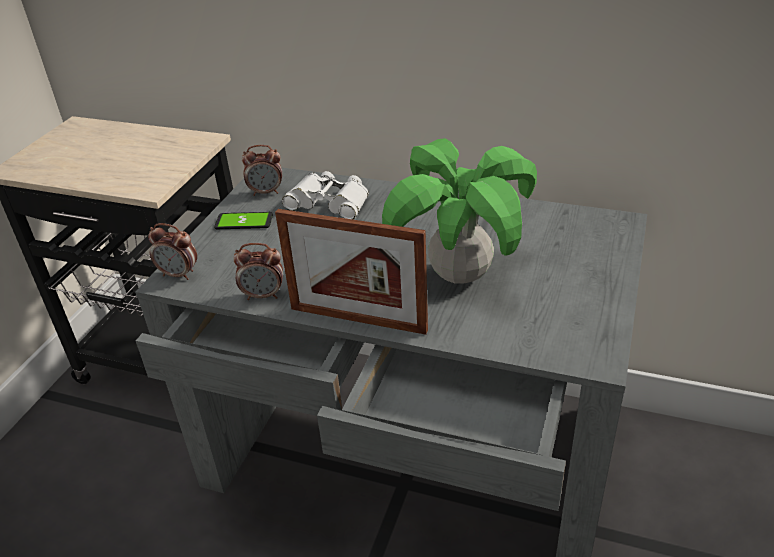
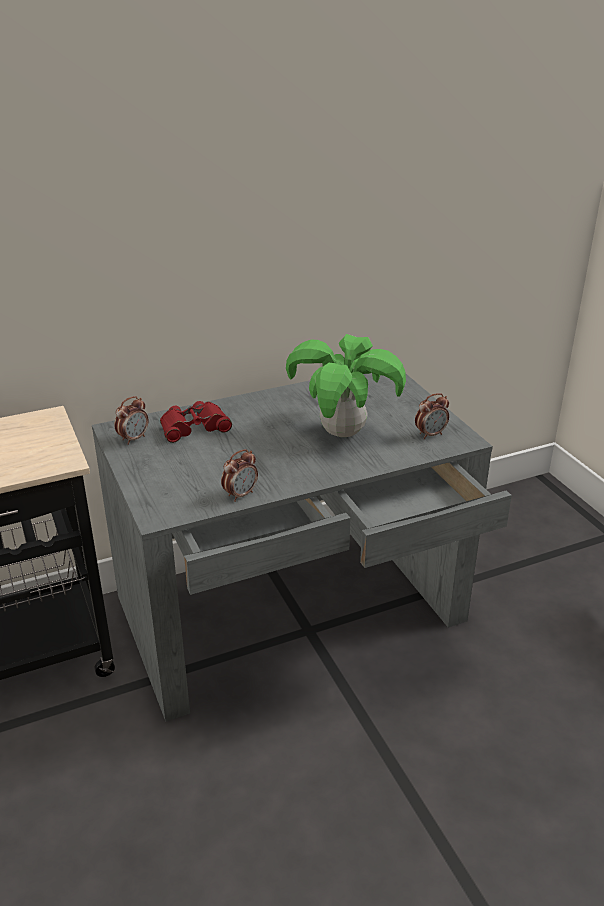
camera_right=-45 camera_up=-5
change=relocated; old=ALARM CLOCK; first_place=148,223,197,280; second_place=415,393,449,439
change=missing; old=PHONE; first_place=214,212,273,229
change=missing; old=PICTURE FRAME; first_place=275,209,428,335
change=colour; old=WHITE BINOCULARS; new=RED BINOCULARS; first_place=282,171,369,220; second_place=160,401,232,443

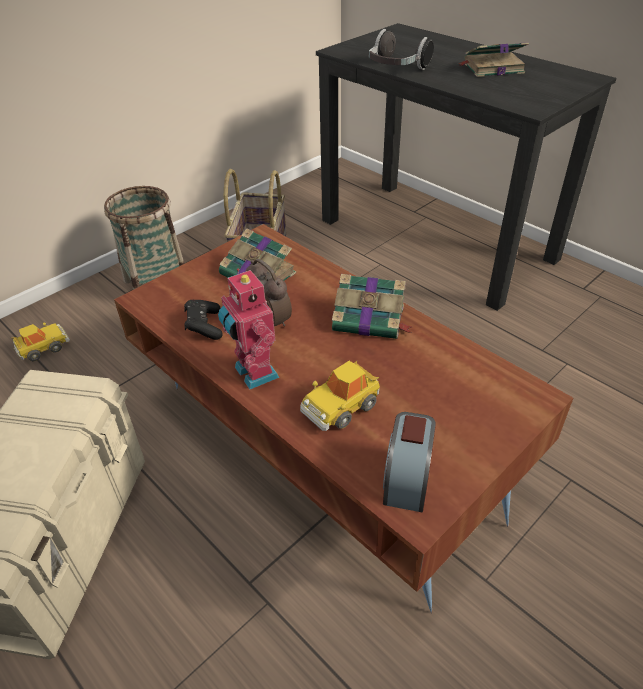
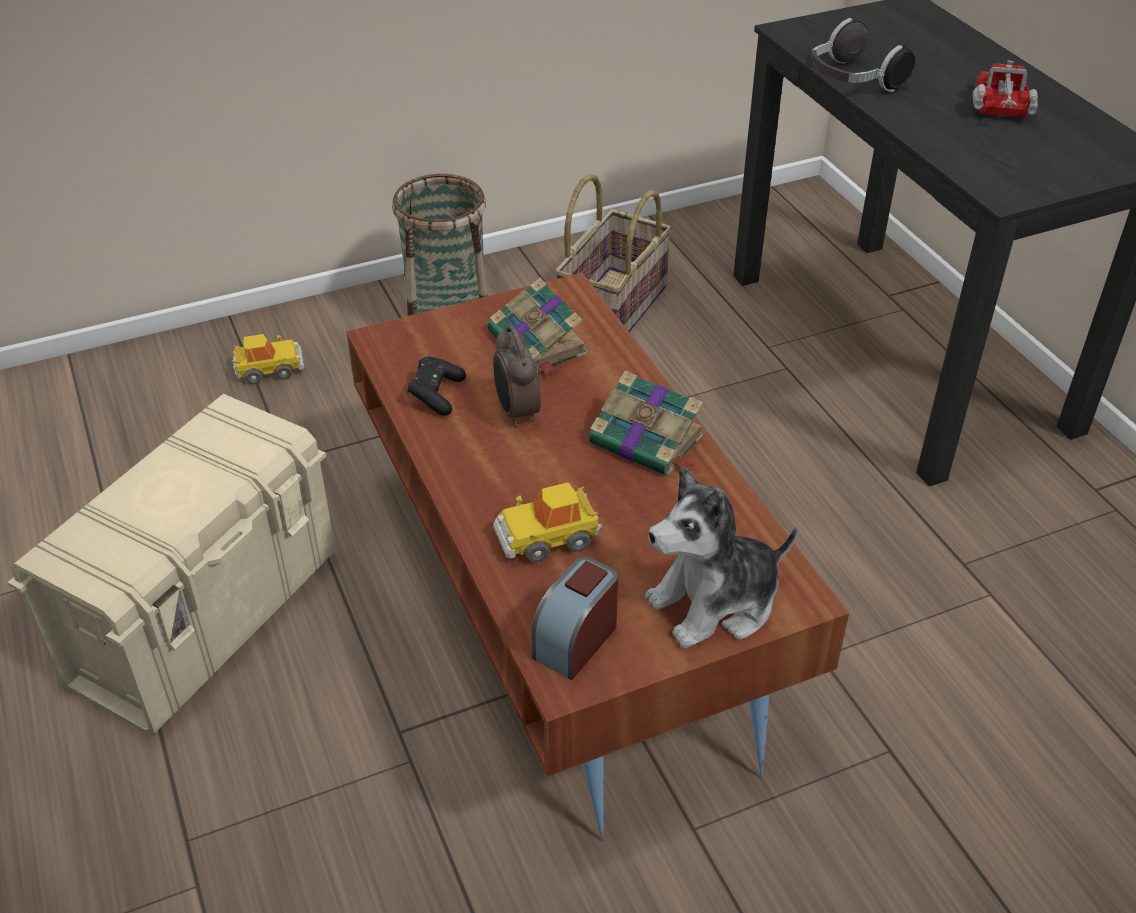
camera_right=20 camera_up=0
change=missing; old=TOY ROBOT; first_place=218,269,279,389
change=exchanged; old=BOOK; new=TOY TRUCK; first_place=457,42,529,77; second_place=973,60,1038,118
change=appeared; new=PLUSH TOY; second_place=645,466,798,649

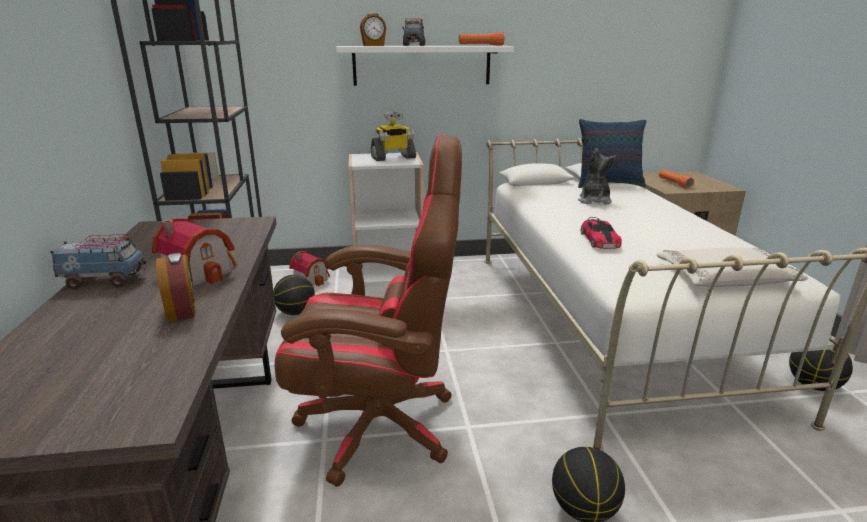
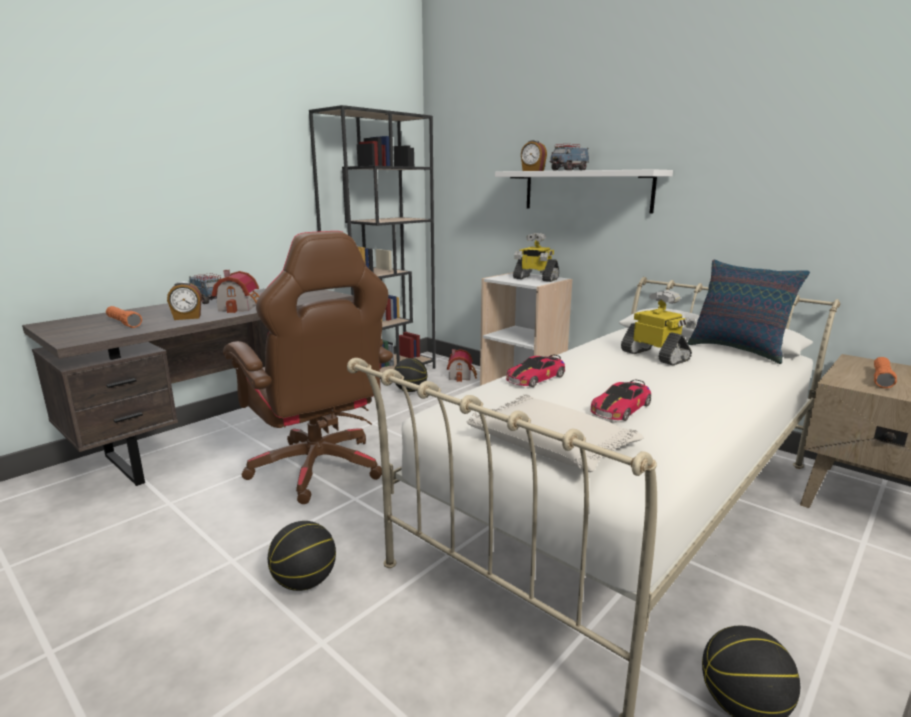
camera_right=50 camera_up=-5
change=spun; old=ALARM CLOCK; first_place=156,253,195,322; second_place=167,281,202,320; degrees=45
change=relocated; old=ORANGE FLASHLIGHT; first_place=459,32,505,46; second_place=106,306,142,328
change=exchanged; old=PLUSH TOY; new=TOY ROBOT; first_place=578,148,616,205; second_place=621,290,696,365
change=appeared; new=TOY CAR; second_place=591,380,651,421

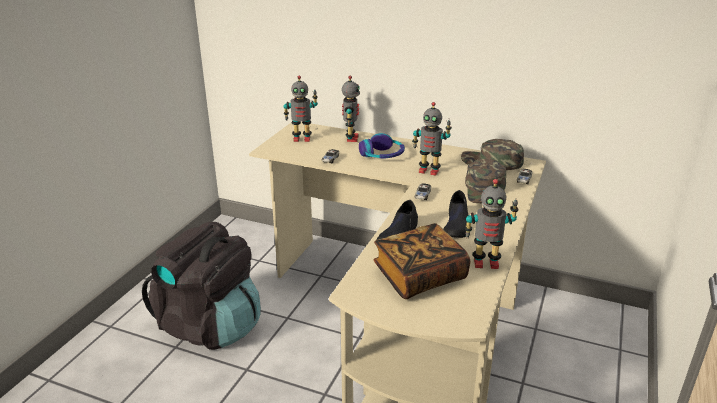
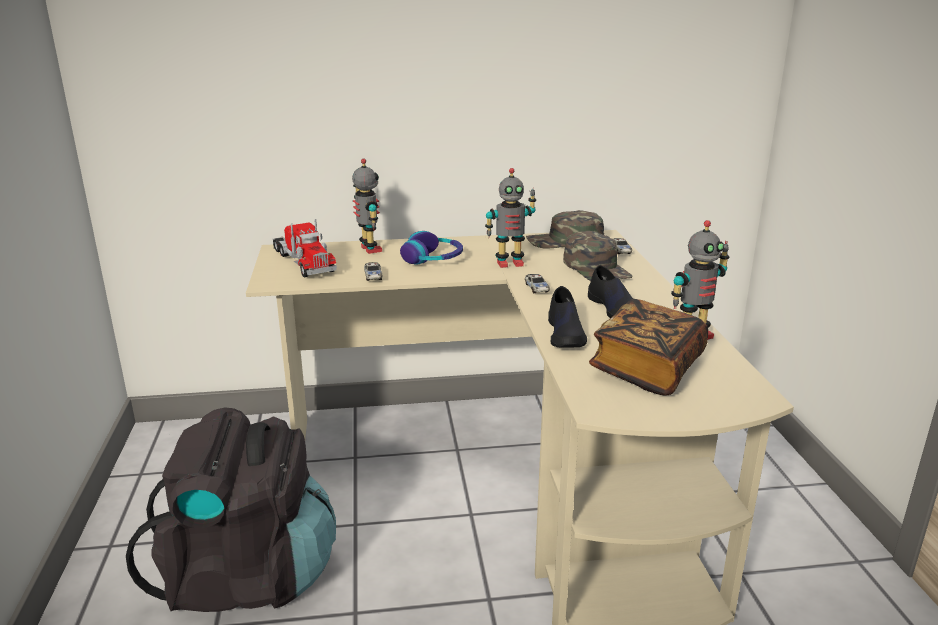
camera_right=-30 camera_up=-5
change=exchanged; old=TOY ROBOT; new=TOY TRUCK; first_place=284,75,318,142; second_place=273,219,337,277

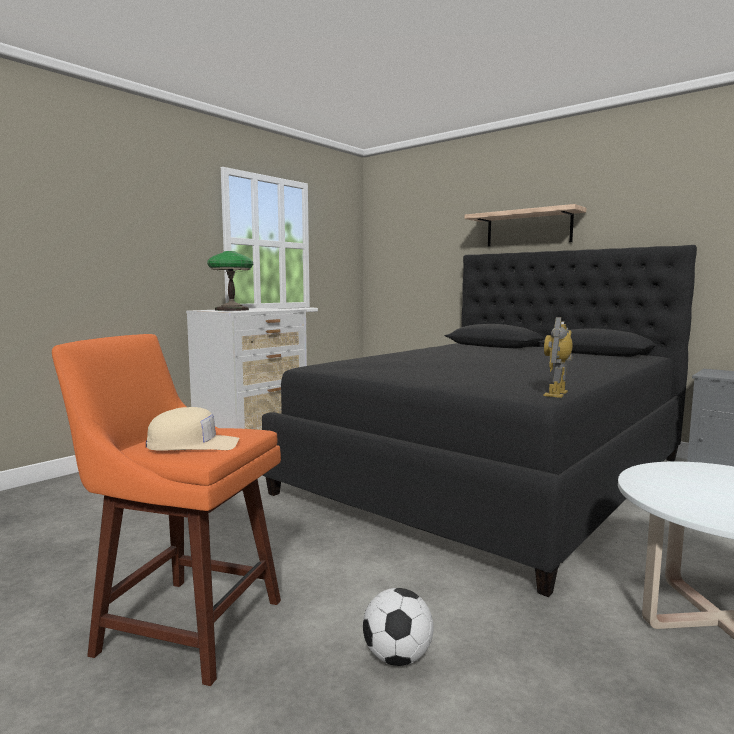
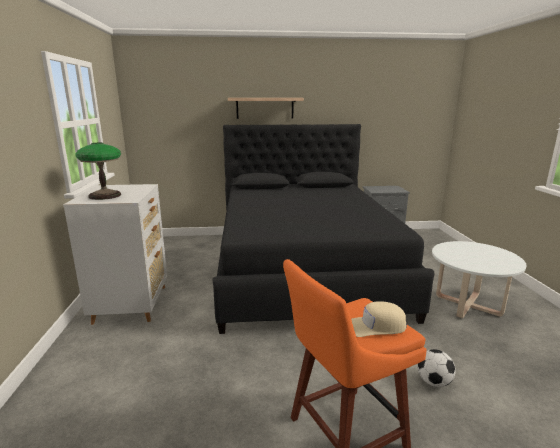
camera_right=-45 camera_up=10
change=spun; old=BEIGE CAP; first_place=146,407,240,450; second_place=351,301,407,337; degrees=-135
change=missing; old=TOY ROBOT; first_place=544,317,573,398

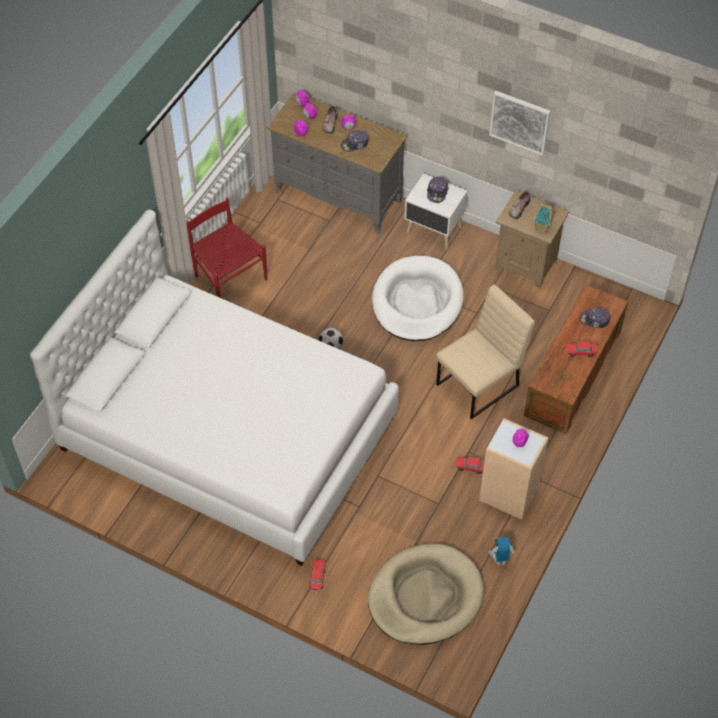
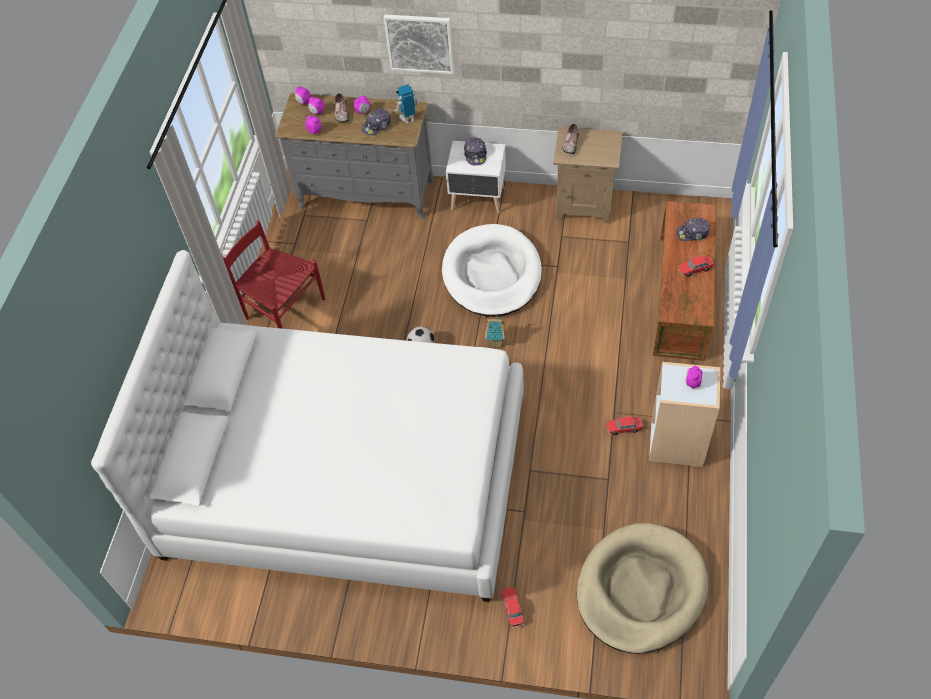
camera_right=-15 camera_up=0
change=missing; old=BEIGE CHAIR; first_place=436,285,535,419
change=relocated; old=PICTURE; first_place=489,91,551,156; second_place=384,15,454,74
change=relocated; old=TOY ROBOT; first_place=489,537,515,565; second_place=394,84,419,123
change=relocated; old=TOY HOUSE; first_place=534,203,556,234; second_place=485,315,505,347

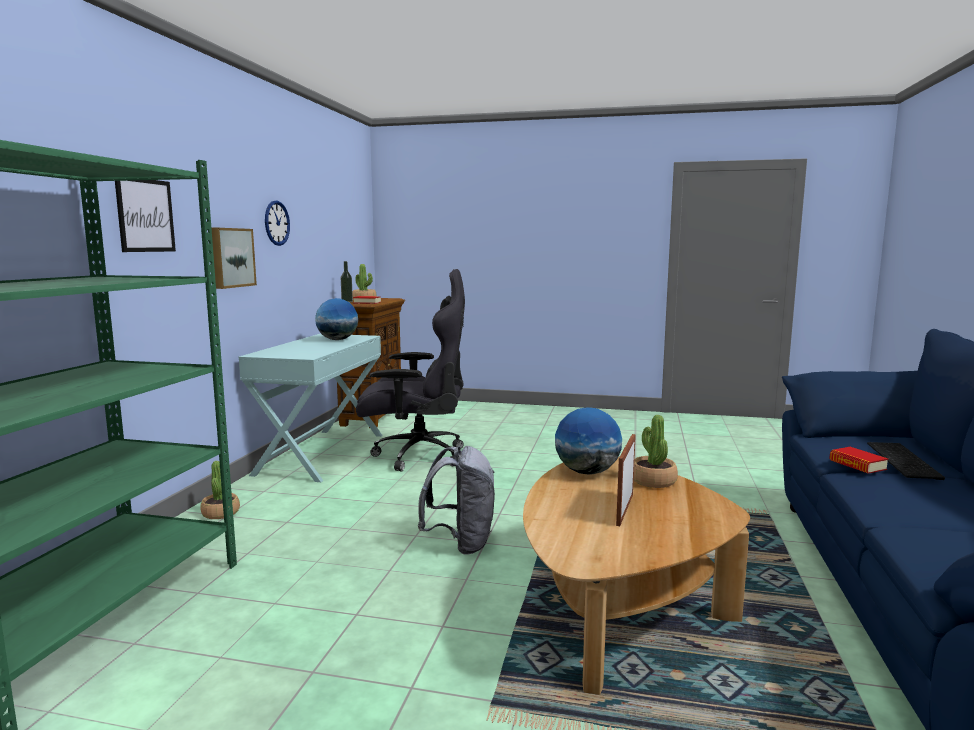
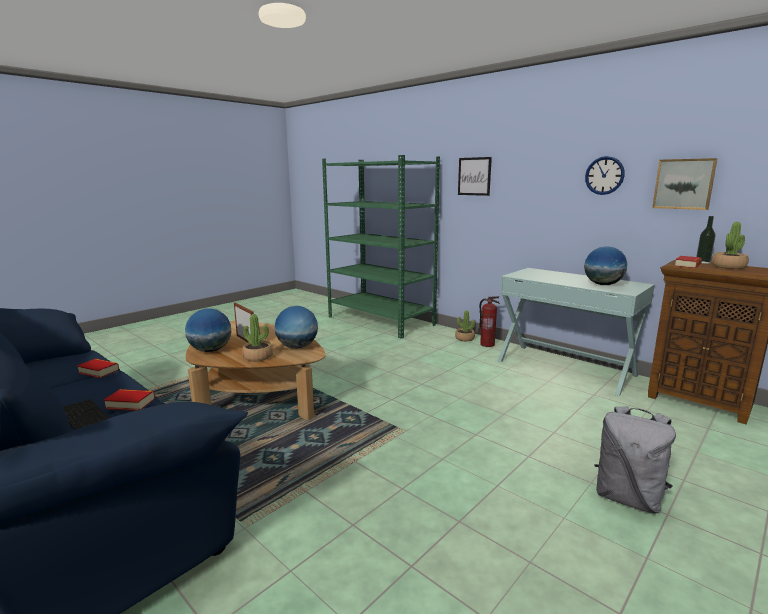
camera_right=120 camera_up=5
change=relocated; old=PICTURE; first_place=211,228,257,289; second_place=652,158,718,210
change=missing; old=BLACK OFFICE CHAIR; first_place=356,269,465,471
change=relocated; old=GREY BACKPACK; first_place=418,446,495,554; second_place=595,406,676,514
change=appeared; new=BOOK; second_place=77,359,119,378
change=appeared; new=GLOBE; second_place=185,309,231,352
change=appeared; new=FIRE EXTINGUISHER; second_place=479,296,500,347

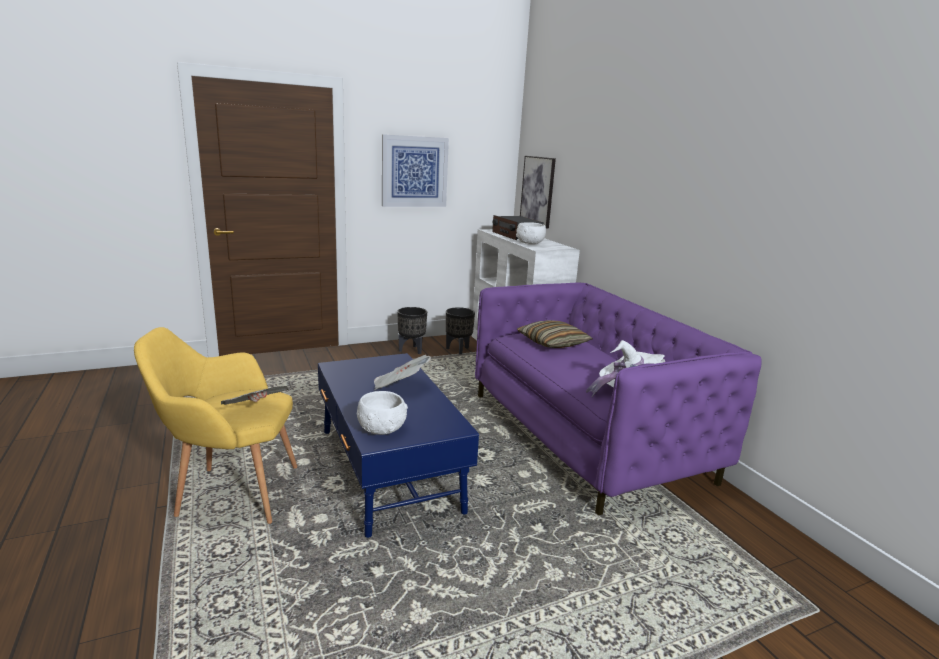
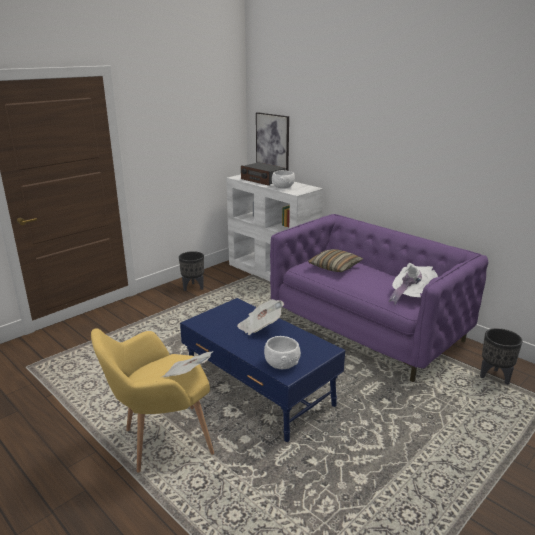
camera_right=-20 camera_up=5
change=missing; old=PICTURE; first_place=382,134,449,207
change=relocated; old=BLACK PLANTER; first_place=446,307,475,354; second_place=480,328,523,385

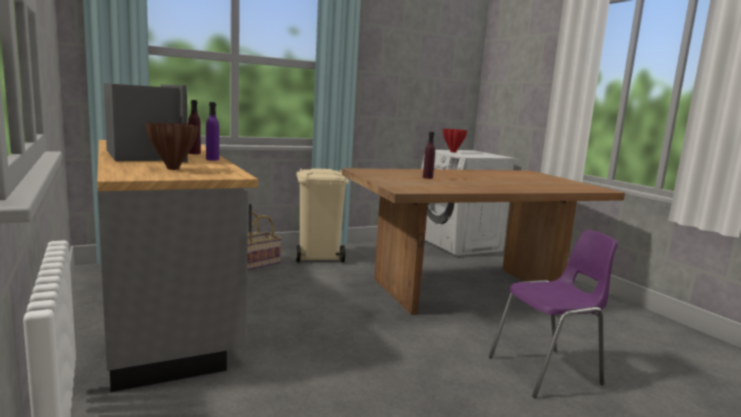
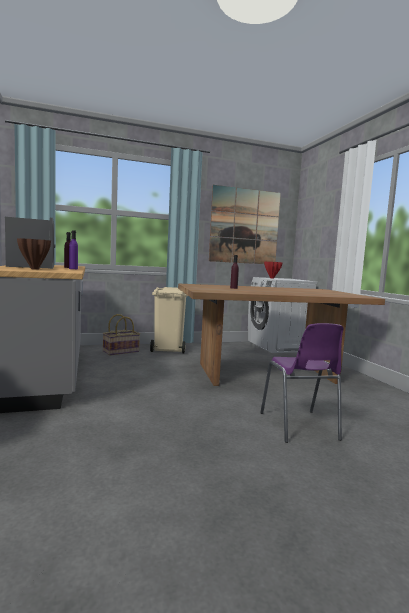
camera_right=10 camera_up=-5
change=spun; old=PURPLE CHAIR; first_place=489,230,618,398; second_place=260,323,344,443; degrees=90
change=appeared; new=PICTURE; second_place=209,185,281,264

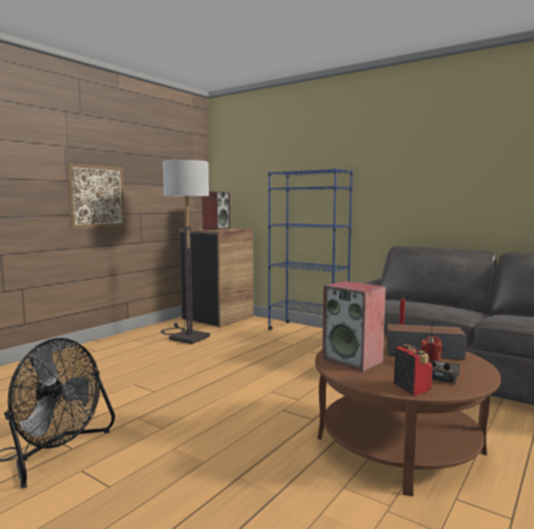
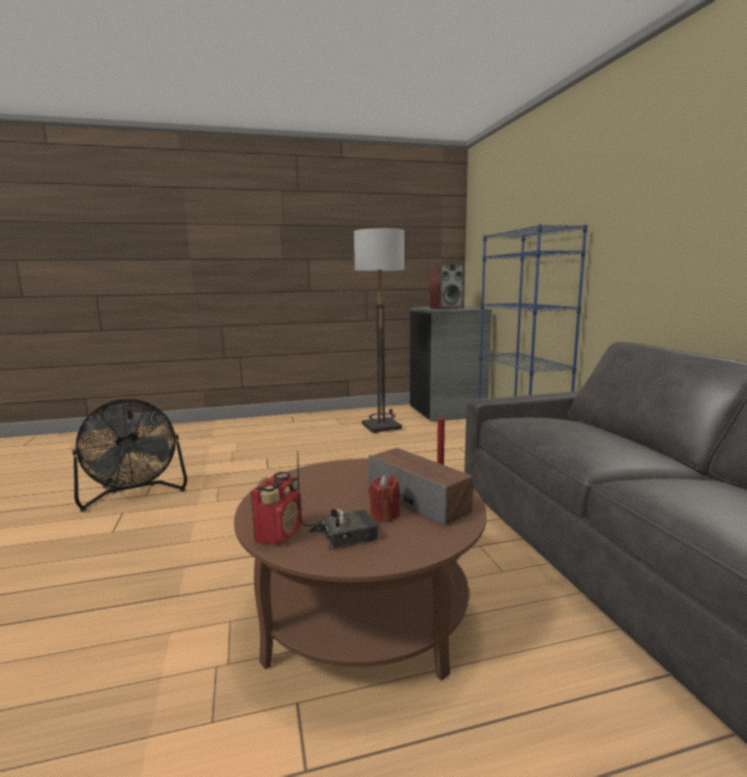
camera_right=40 camera_up=5
change=missing; old=PICTURE; first_place=67,163,125,229
change=colour; old=BROWN CABINET; new=GREY CABINET; first_place=179,228,253,327; second_place=410,306,492,422
change=missing; old=SPEAKER; first_place=322,281,386,372

